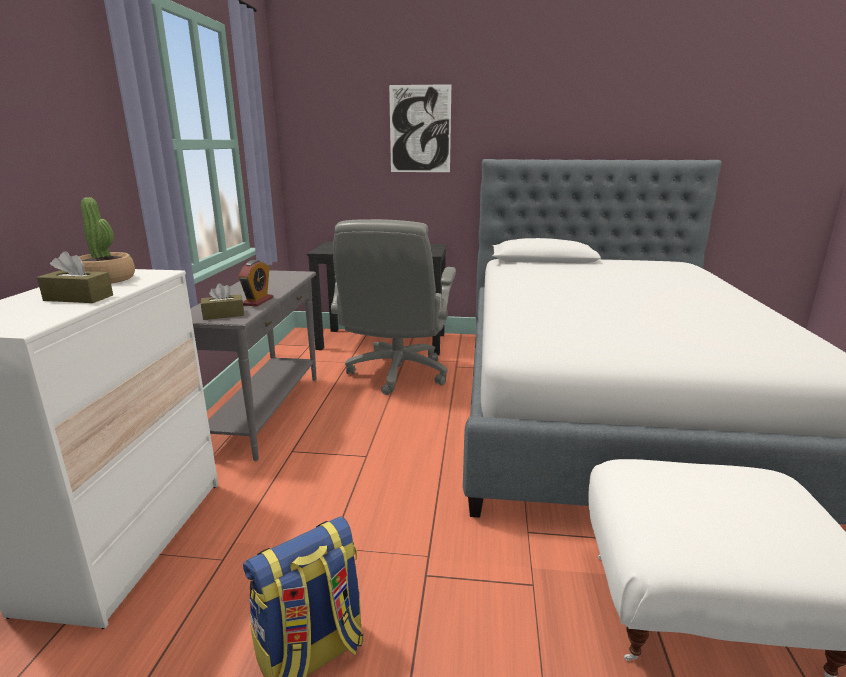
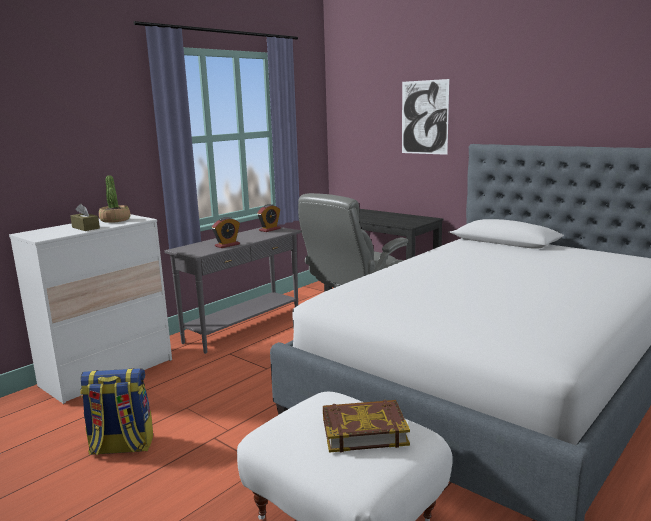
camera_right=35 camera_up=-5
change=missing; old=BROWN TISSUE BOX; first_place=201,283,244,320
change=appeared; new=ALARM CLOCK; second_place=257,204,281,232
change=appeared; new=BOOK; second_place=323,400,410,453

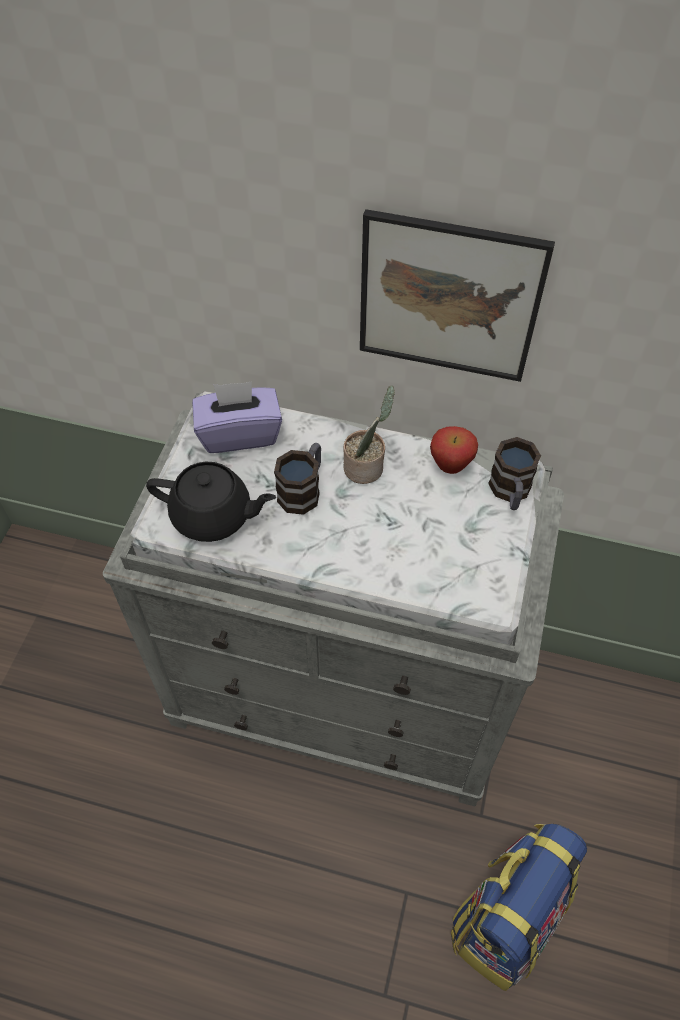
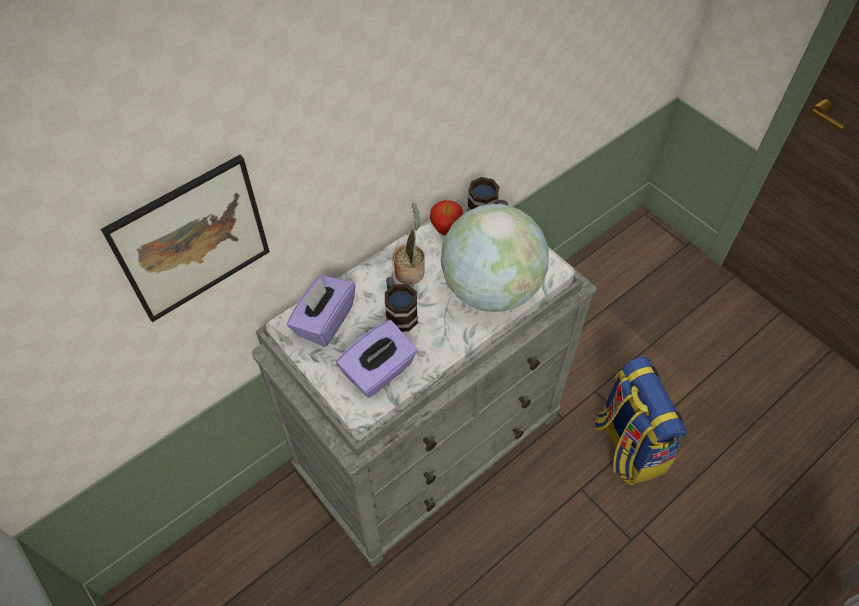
camera_right=-55 camera_up=0
change=exchanged; old=BLACK TEAPOT; new=PURPLE TISSUE BOX; first_place=146,462,276,542; second_place=336,320,418,398
change=relocated; old=PICTURE; first_place=360,209,555,382; second_place=101,155,270,322
change=appeared; new=GLOBE; second_place=441,204,549,312

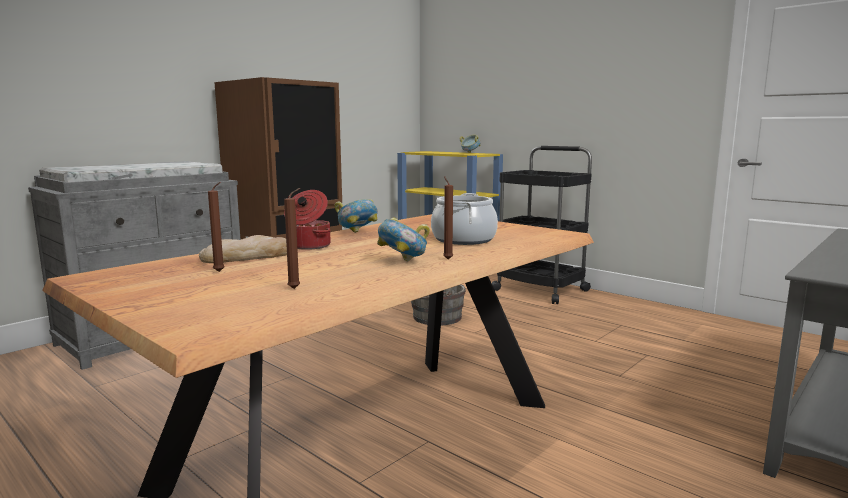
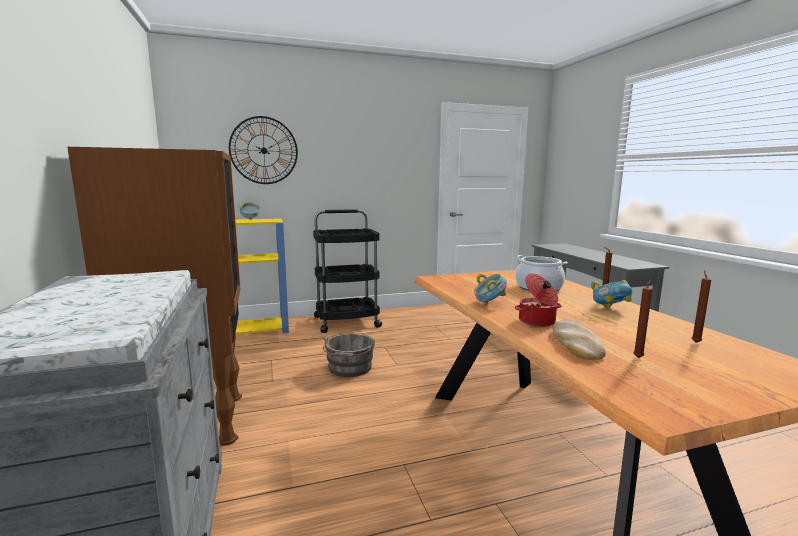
camera_right=-60 camera_up=0
change=appeared; new=WALL CLOCK; second_place=229,116,298,184

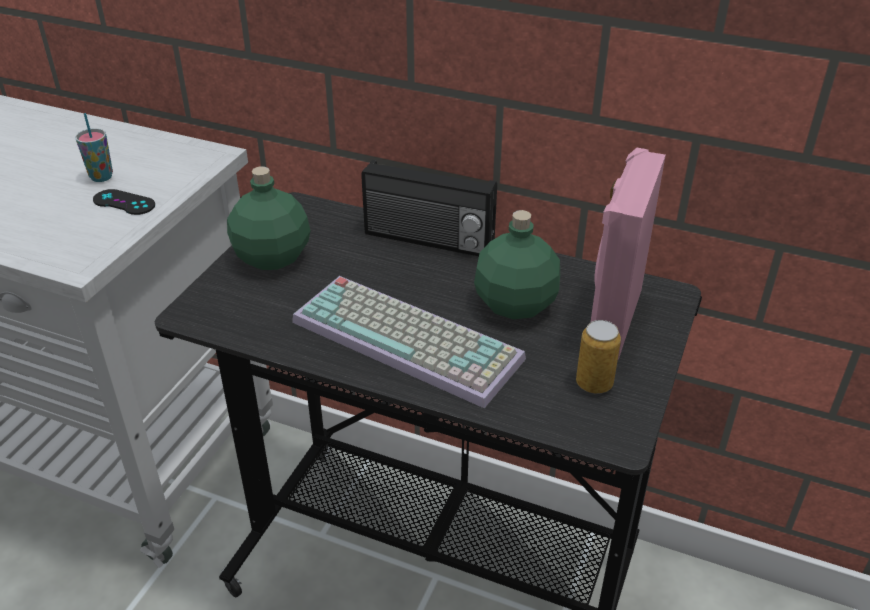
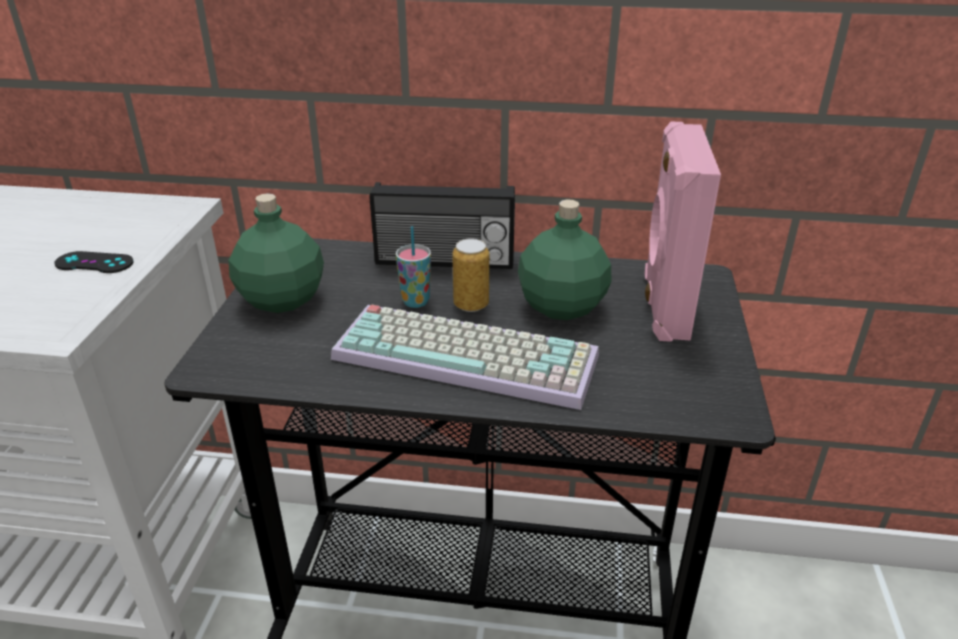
camera_right=-15 camera_up=-5
change=relocated; old=CUP; first_place=75,113,113,182; second_place=396,226,431,308
change=relocated; old=CAN; first_place=576,320,621,394; second_place=452,238,489,312

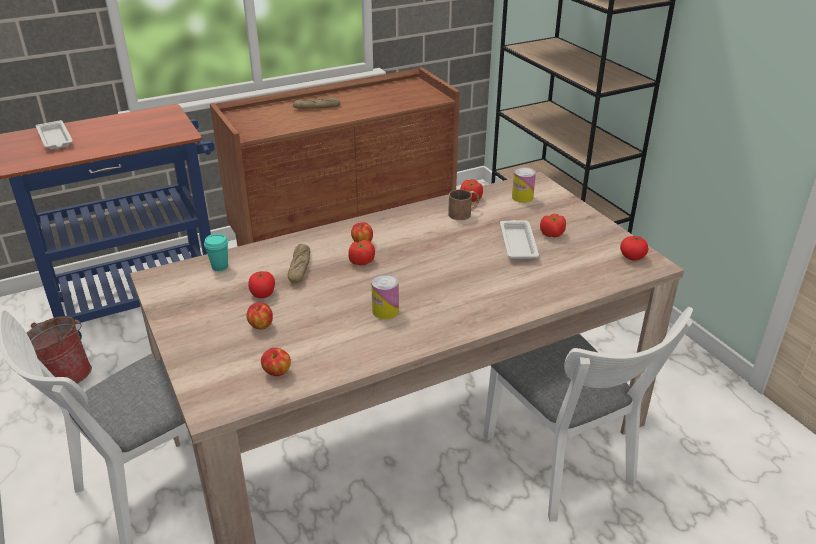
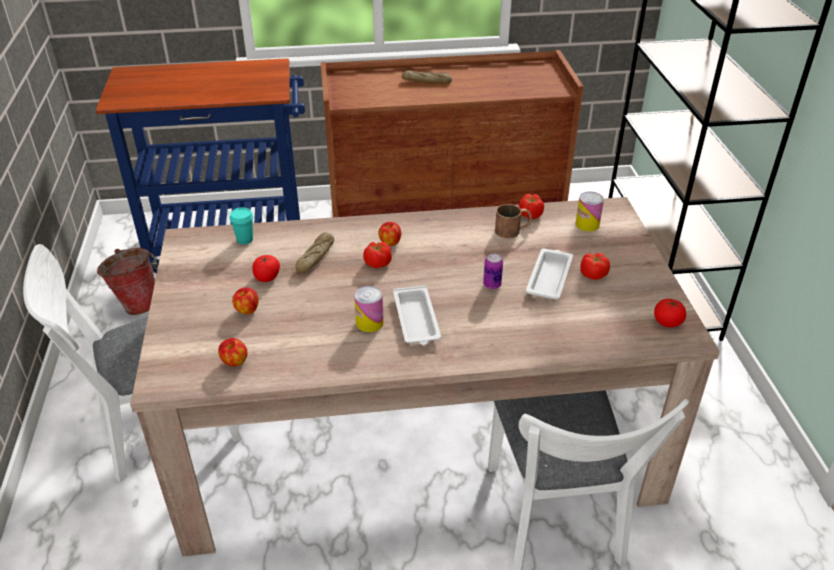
camera_right=20 camera_up=5
change=relocated; old=WHITE TRAY; first_place=36,120,73,150; second_place=393,285,441,345
change=appeared; new=CAN; second_place=483,253,503,289

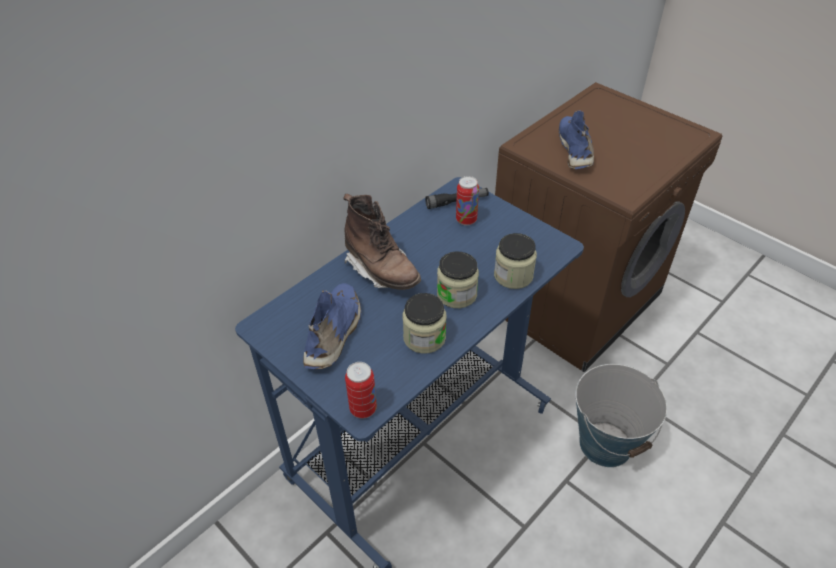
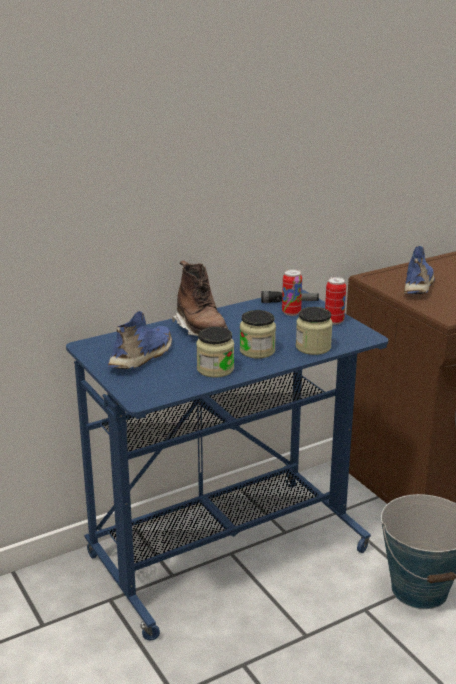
camera_right=15 camera_up=-20
change=relocated; old=CAN; first_place=345,362,377,419; second_place=325,277,346,325

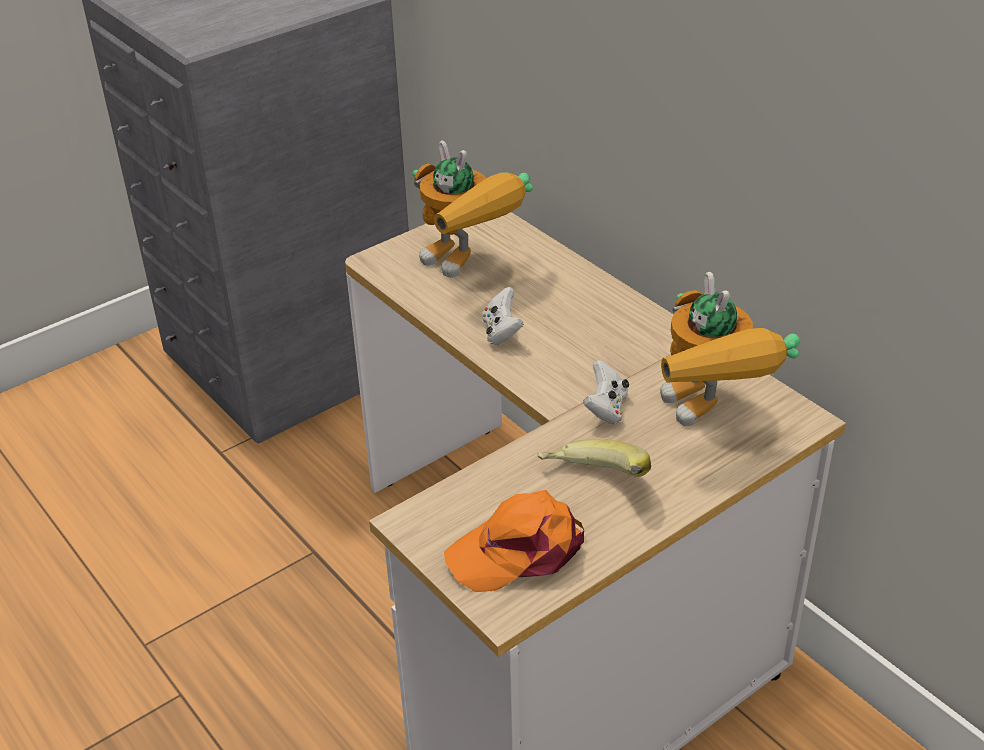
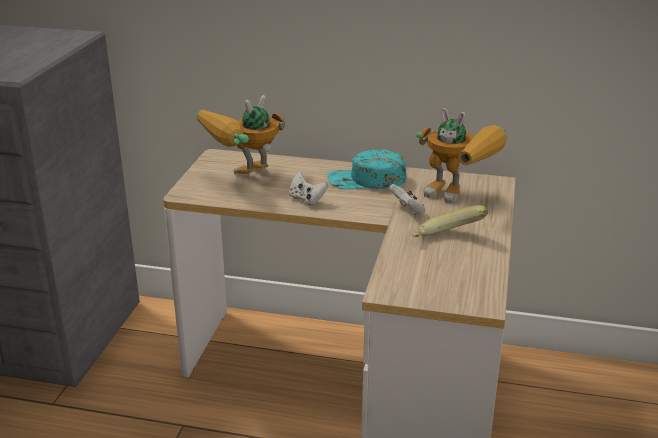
camera_right=-40 camera_up=-10
change=spun; old=TOY ROBOT; first_place=412,141,533,278; second_place=197,95,285,175; degrees=135
change=missing; old=ORANGE CAP; first_place=444,490,584,592
change=appeared; new=TURQUOISE CAP; second_place=328,149,407,189

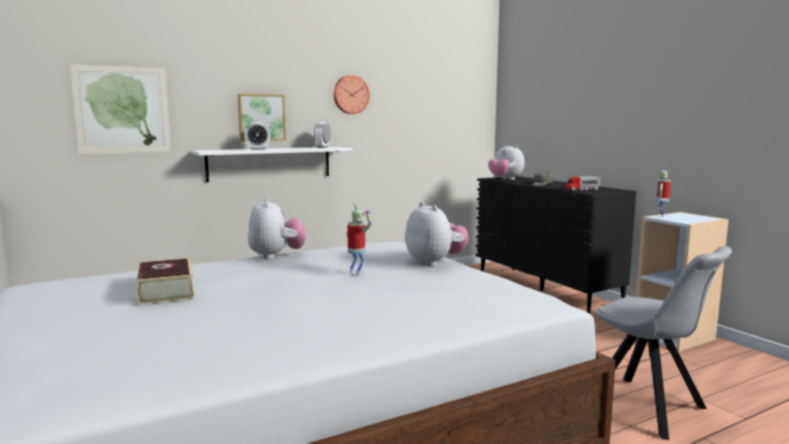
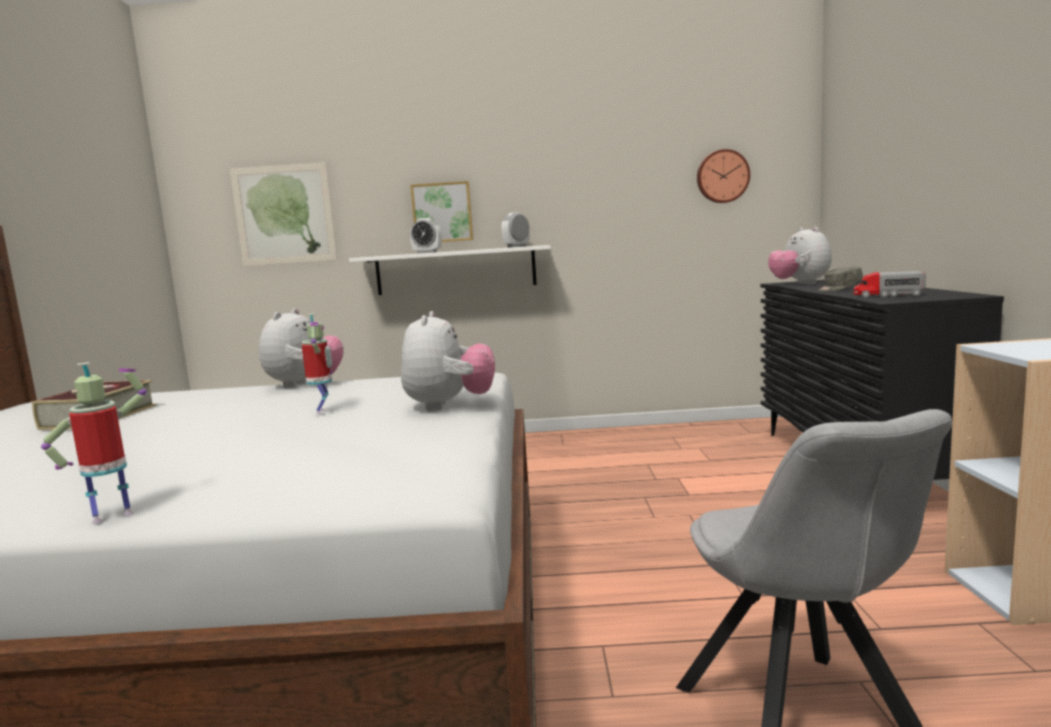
camera_right=30 camera_up=0
change=relocated; old=WALL CLOCK; first_place=334,75,370,114; second_place=697,149,750,203
change=relocated; old=TOY ROBOT; first_place=655,167,671,217; second_place=41,362,146,524

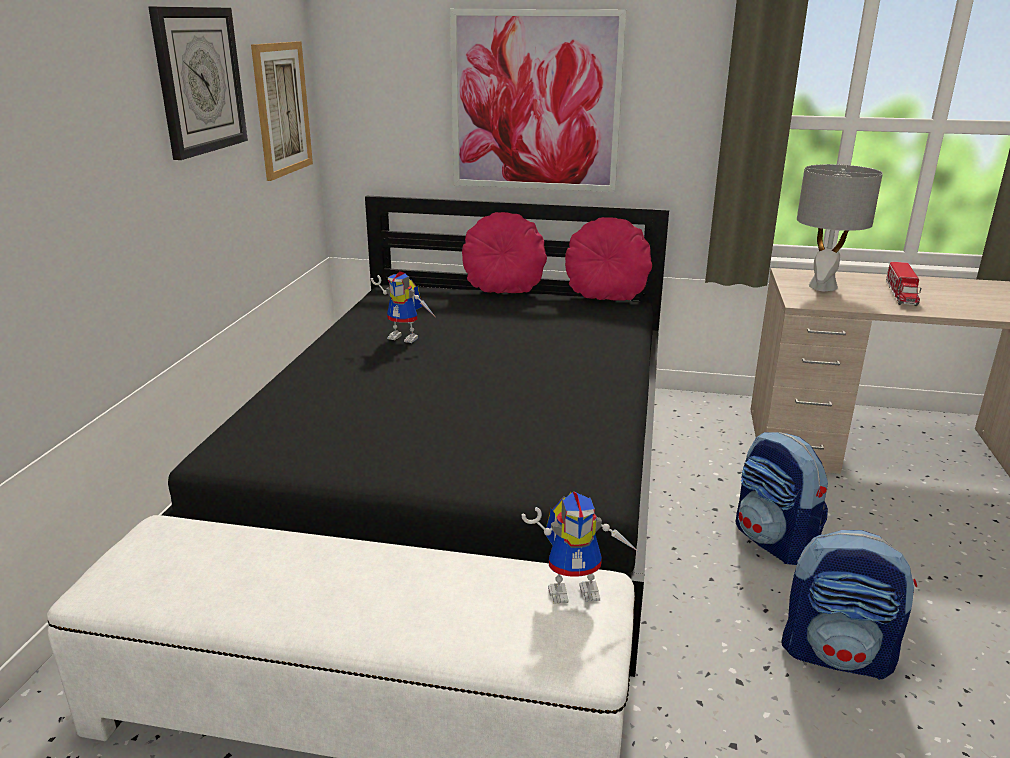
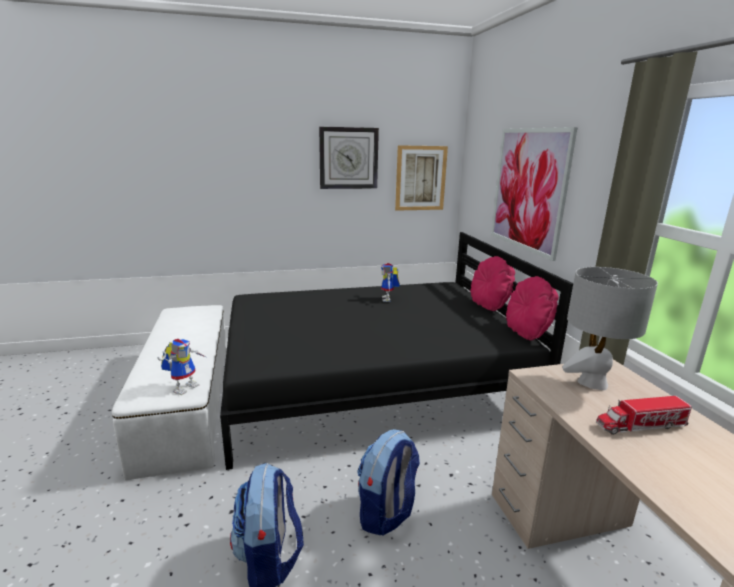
camera_right=65 camera_up=-5
change=spun; old=TOY ROBOT; first_place=521,492,637,604; second_place=157,339,206,395; degrees=-120

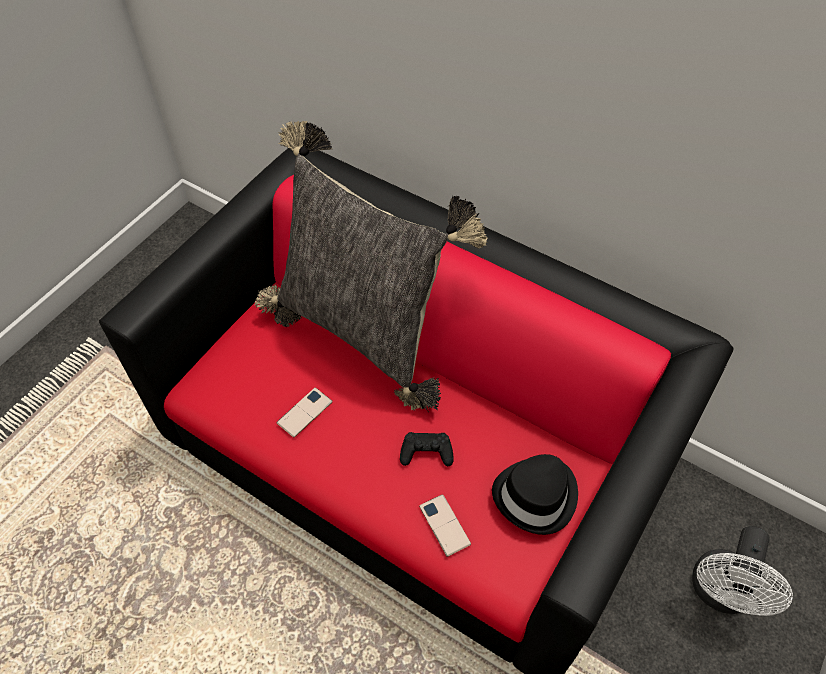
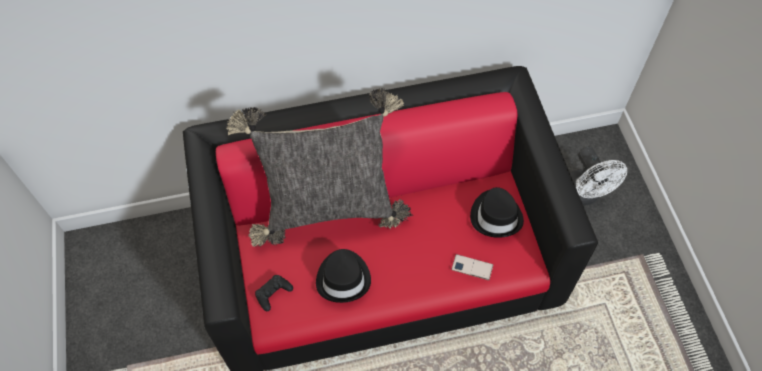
camera_right=-45 camera_up=5
change=exchanged; old=PHONE; new=BLACK HAT; first_place=277,388,333,438; second_place=316,249,371,303
change=relocated; old=BLACK GAME CONTROLLER; first_place=400,432,454,466; second_place=255,275,293,311

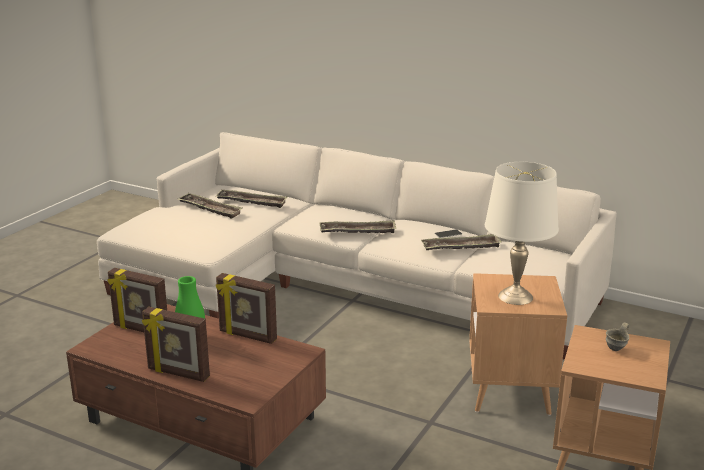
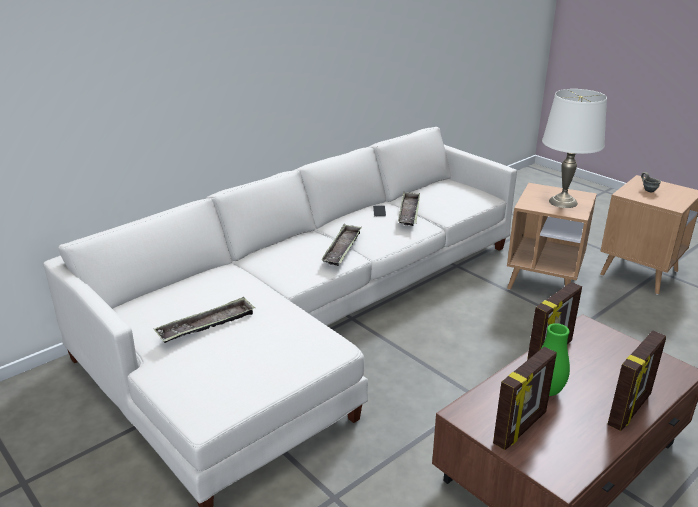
camera_right=-70 camera_up=5
change=missing; old=TRAY; first_place=216,190,287,208

